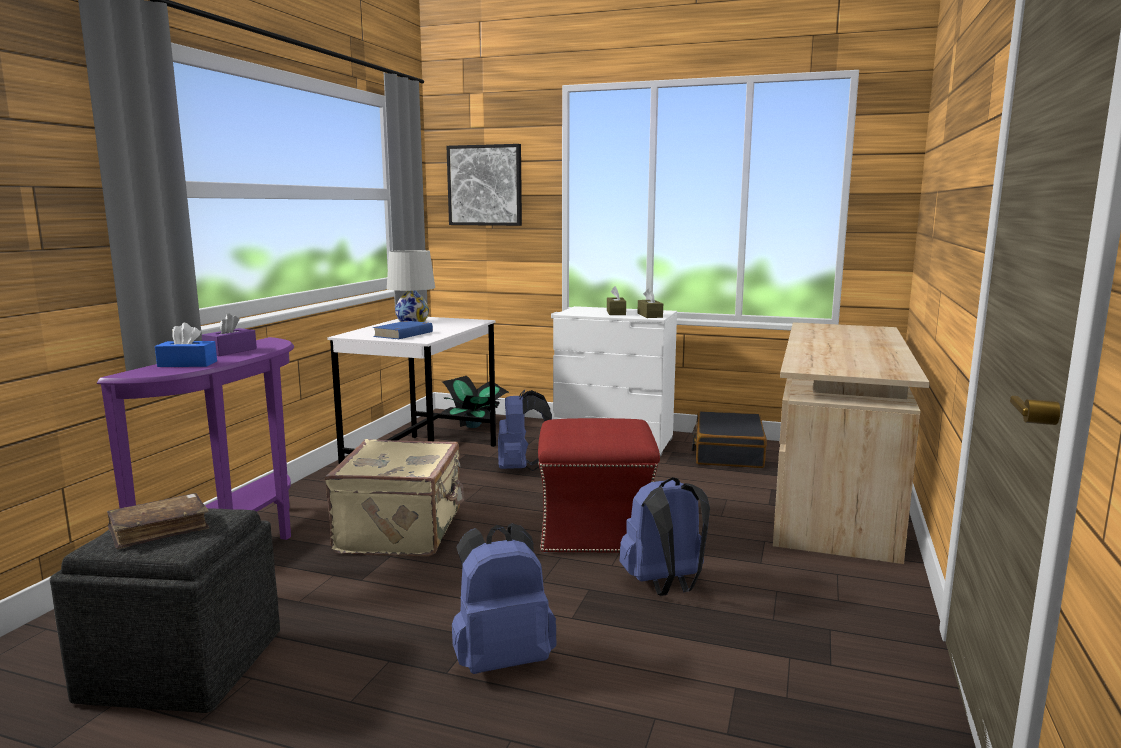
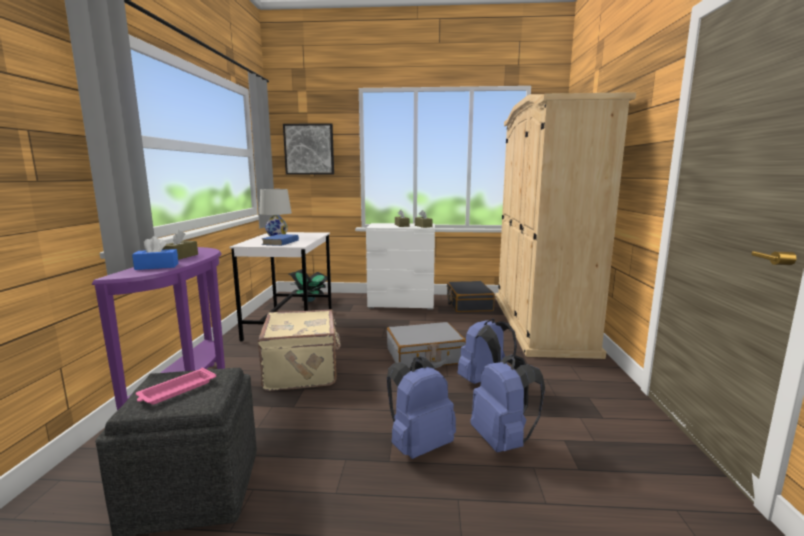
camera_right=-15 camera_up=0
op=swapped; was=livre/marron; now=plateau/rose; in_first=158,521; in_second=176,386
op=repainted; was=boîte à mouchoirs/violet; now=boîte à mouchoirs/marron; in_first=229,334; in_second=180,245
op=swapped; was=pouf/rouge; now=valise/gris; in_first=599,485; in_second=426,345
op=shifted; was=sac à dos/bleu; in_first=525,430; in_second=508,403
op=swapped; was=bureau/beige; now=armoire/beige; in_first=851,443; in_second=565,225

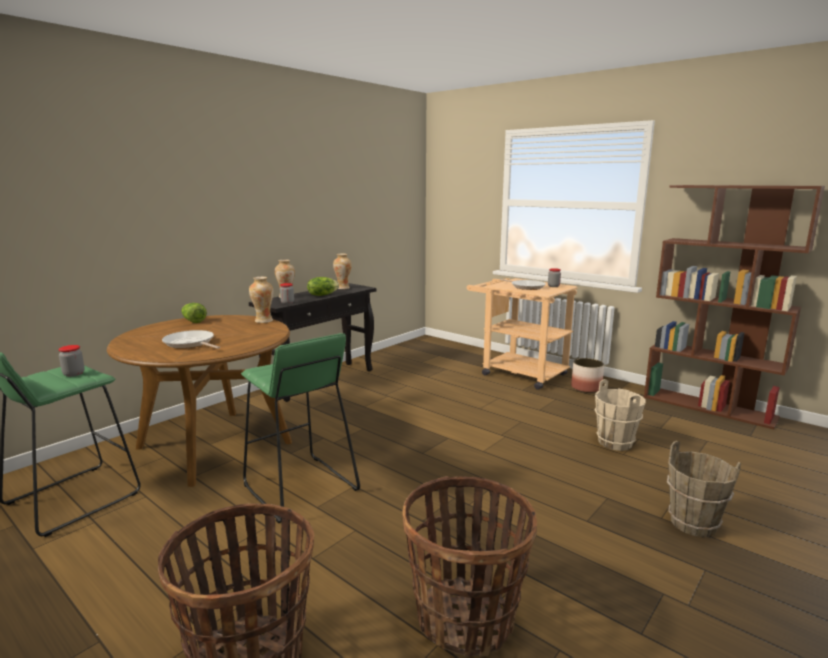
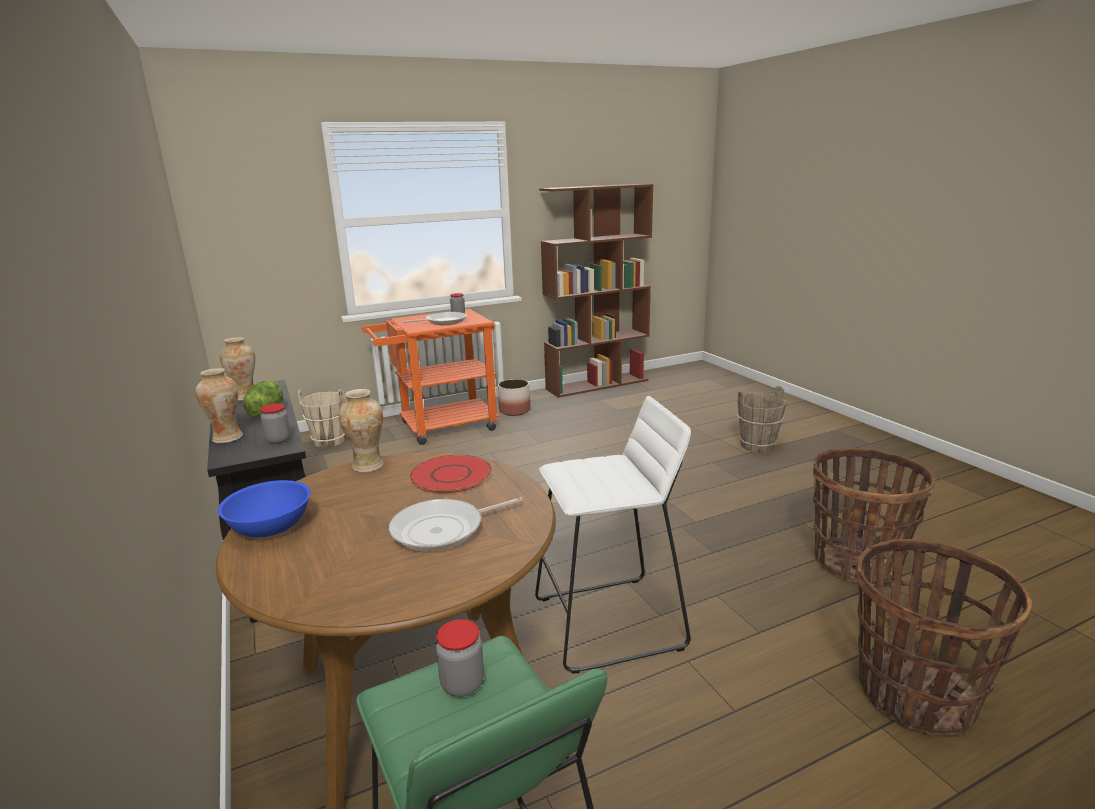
camera_right=-65 camera_up=5
op=swapped; was=laitue; now=bol/bleu; in_first=194,313; in_second=264,508
op=shifted; was=seau/beige; in_first=620,415; in_second=321,418
op=repainted; was=chariot/beige; now=chariot/orange; in_first=522,334; in_second=430,377
op=new; now=assiette/rouge; in_second=451,474
op=repainted; was=tabouret/vert; now=tabouret/blanc; in_first=300,428; in_second=613,535

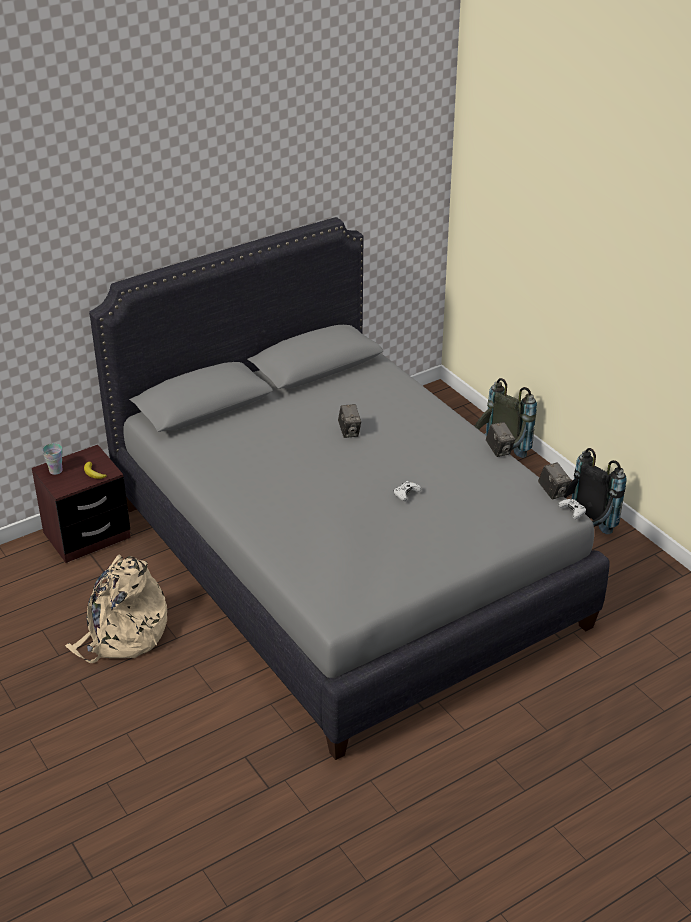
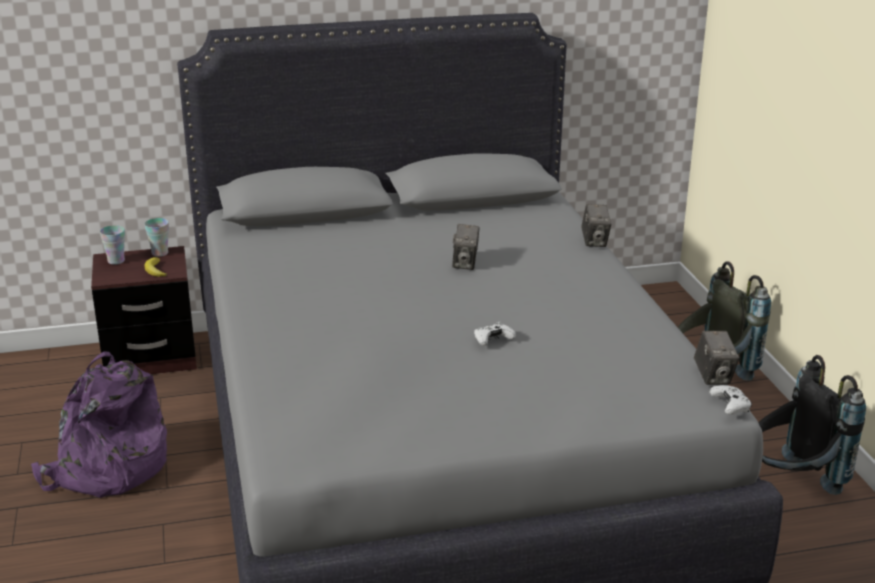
camera_right=20 camera_up=-10
op=repainted; was=sac à dos/beige; now=sac à dos/violet; in_first=116,608; in_second=99,424
op=new; now=tasse; in_second=156,237
op=shifted; was=appareil photo; in_first=500,439; in_second=596,225

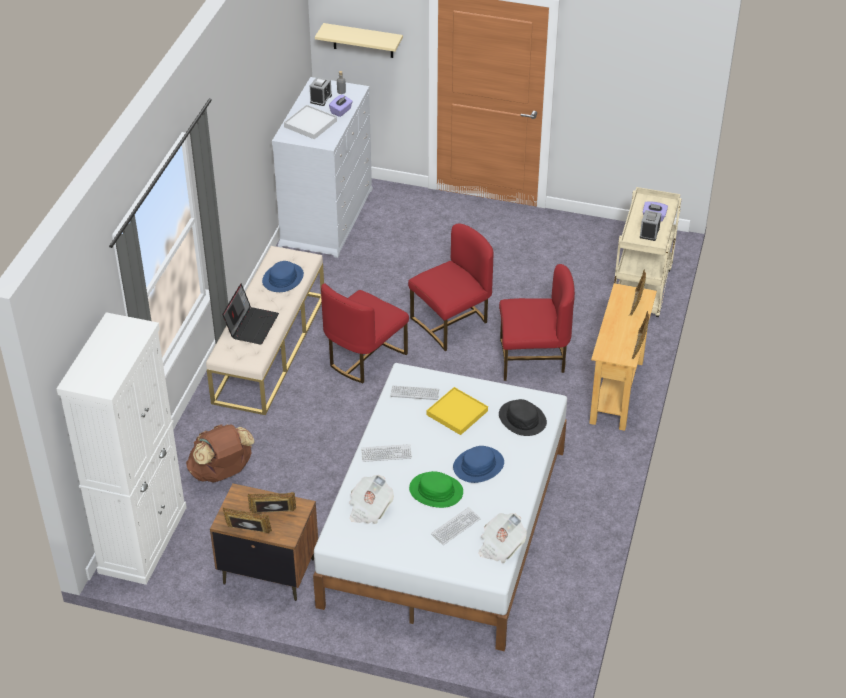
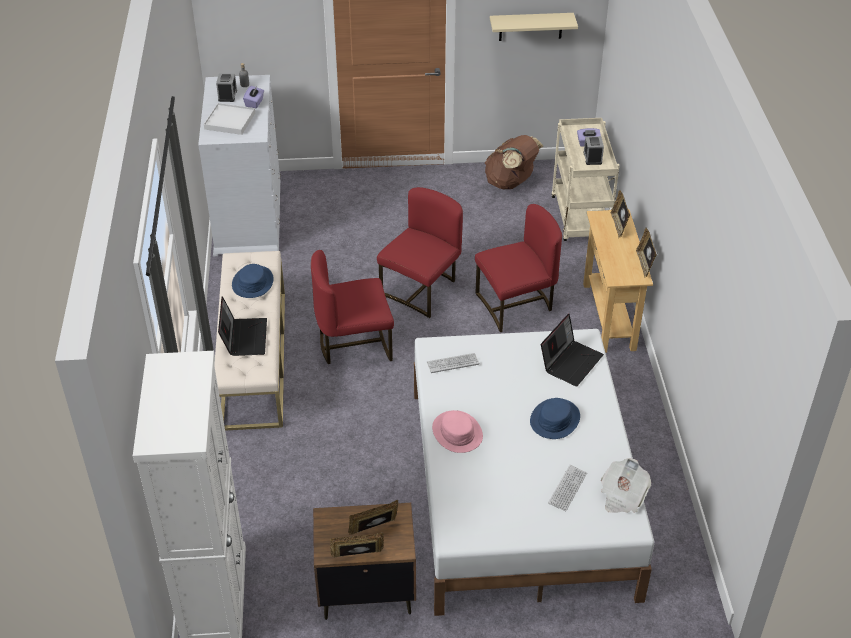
camera_right=-20 camera_up=0
op=rotated; was=chaise/rouge; in_first=365,333; in_second=352,307; clockwise=60
op=swapped; was=clavier; now=chapeau/rose; in_first=386,453; in_second=457,431
op=shifted; was=sac à dos/marron; in_first=220,453; in_second=514,162
op=shifted; was=étagère/beige; in_first=359,40; in_second=534,27
op=swapped; was=chapeau/noir; now=ordinateur portable; in_first=523,417; in_second=572,350
op=gone; was=journal; in_first=371,499
op=gone; was=chapeau/vert; in_first=436,489
op=gone; was=plateau/jaune; in_first=457,411

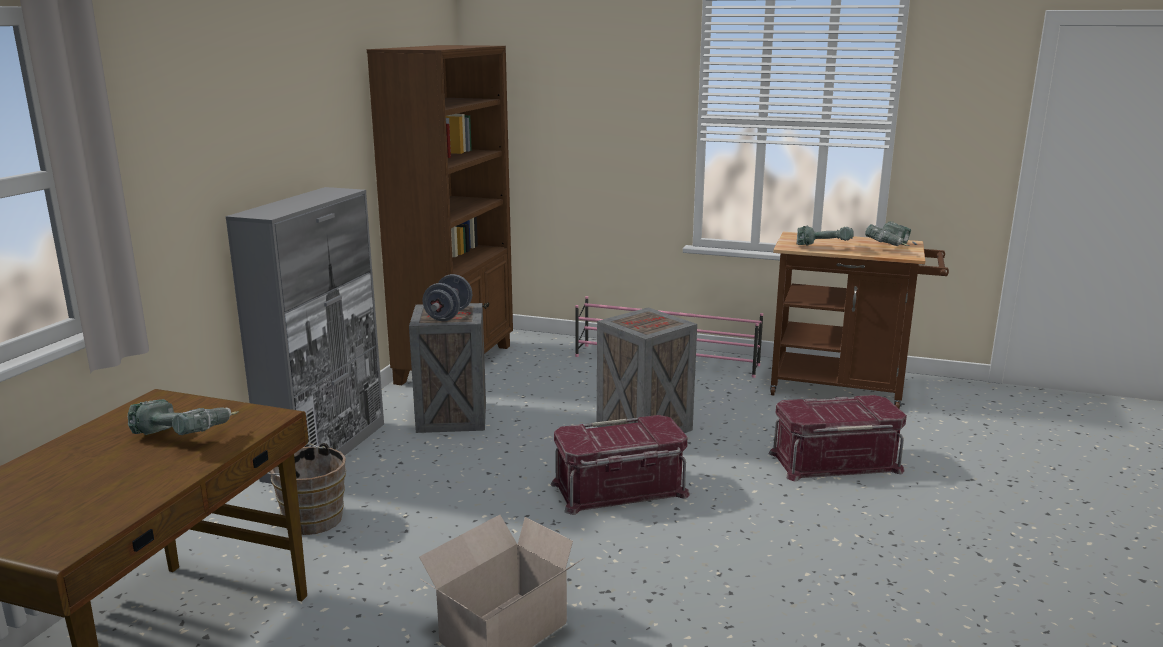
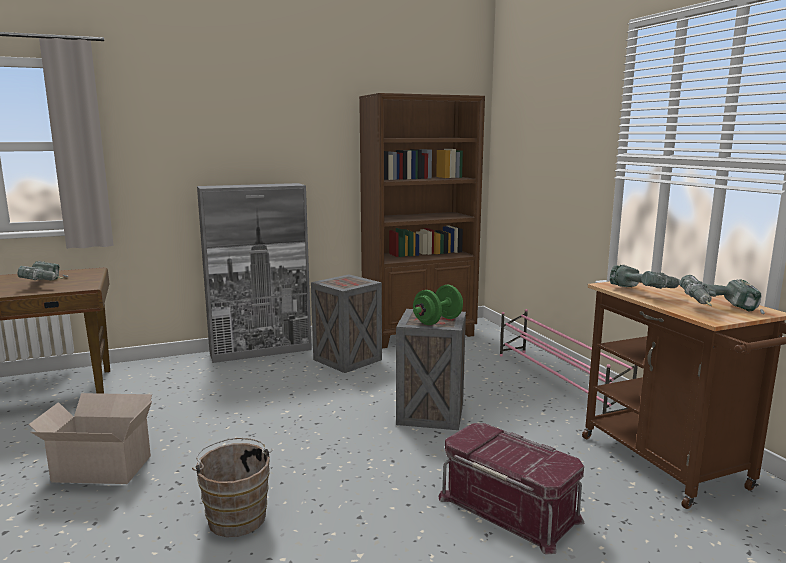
camera_right=50 camera_up=-5
op=shifted; was=seau/marron; in_first=306,489; in_second=232,487
op=new; now=haltère/vert; in_second=438,305
op=gone; was=haltère/gris; in_first=447,297
op=gone; was=boîte de rangement/rouge; in_first=620,465

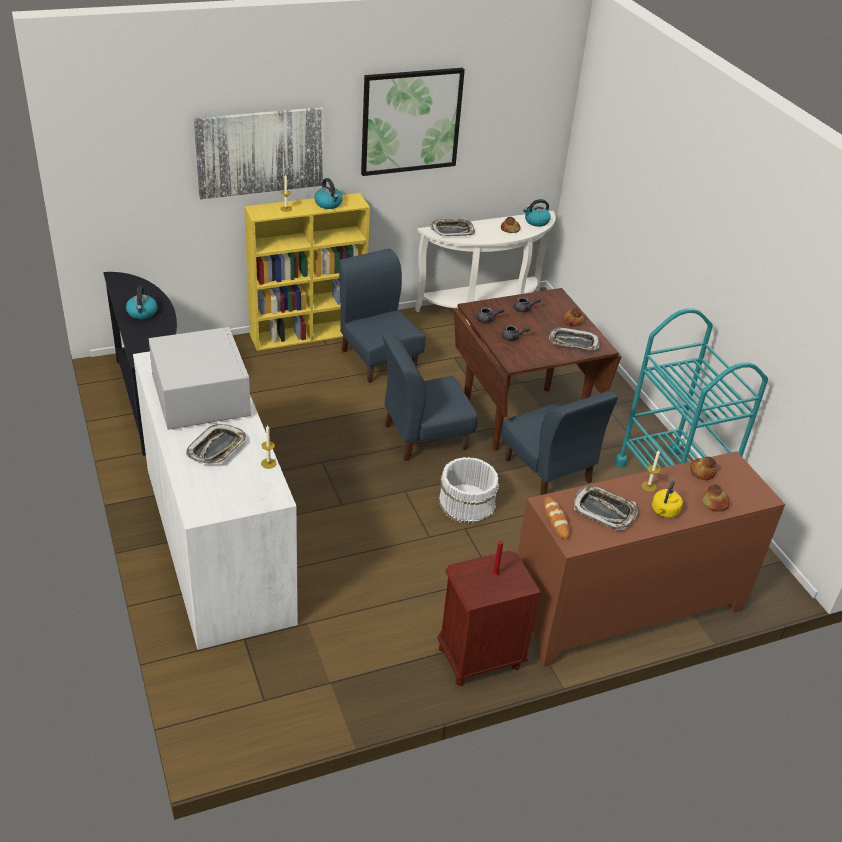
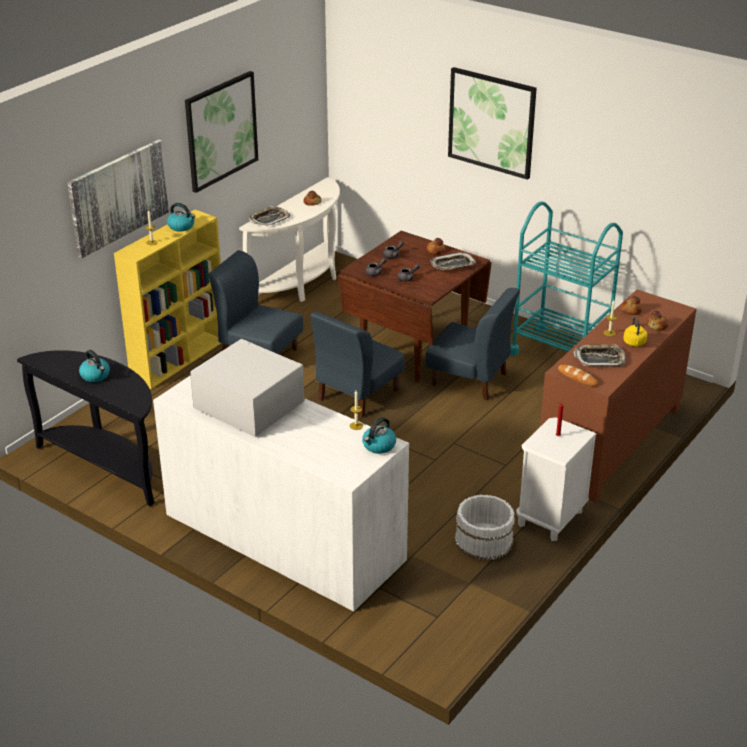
camera_right=-30 camera_up=-5
op=shifted; was=bouilloire; in_first=537,213; in_second=379,435
op=new; now=tableau; in_second=492,123
op=shifted; was=seau/blanc; in_first=468,490; in_second=485,527
op=repainted; was=table de chevet/marron; now=table de chevet/blanc; in_first=489,618; in_second=556,479
op=gone; was=plateau; in_first=216,444

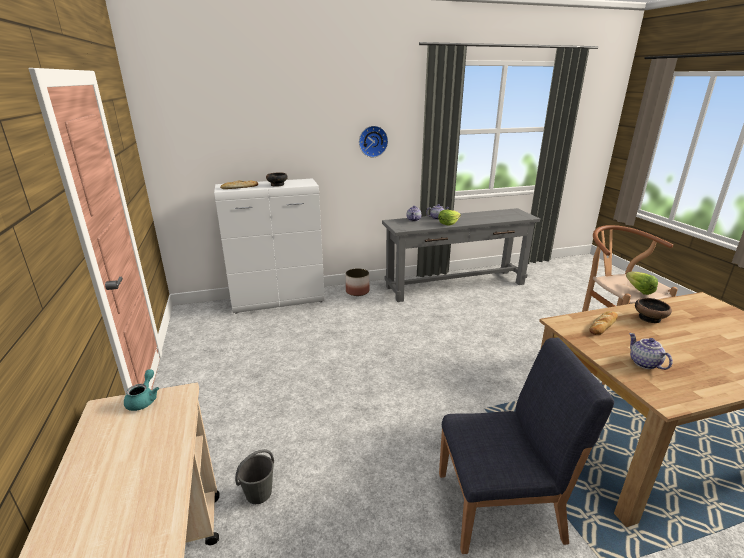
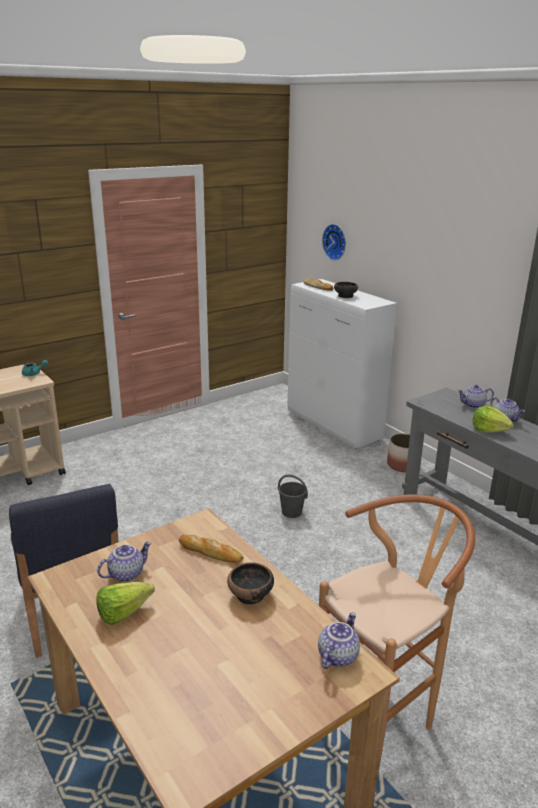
camera_right=70 camera_up=0
op=shifted; was=laitue; in_first=642,283; in_second=125,603
op=shifted; was=seau/gris; in_first=254,476; in_second=293,496
op=new; now=théière; in_second=339,640
op=shifted; was=horloge murale; in_first=373,141; in_second=334,242

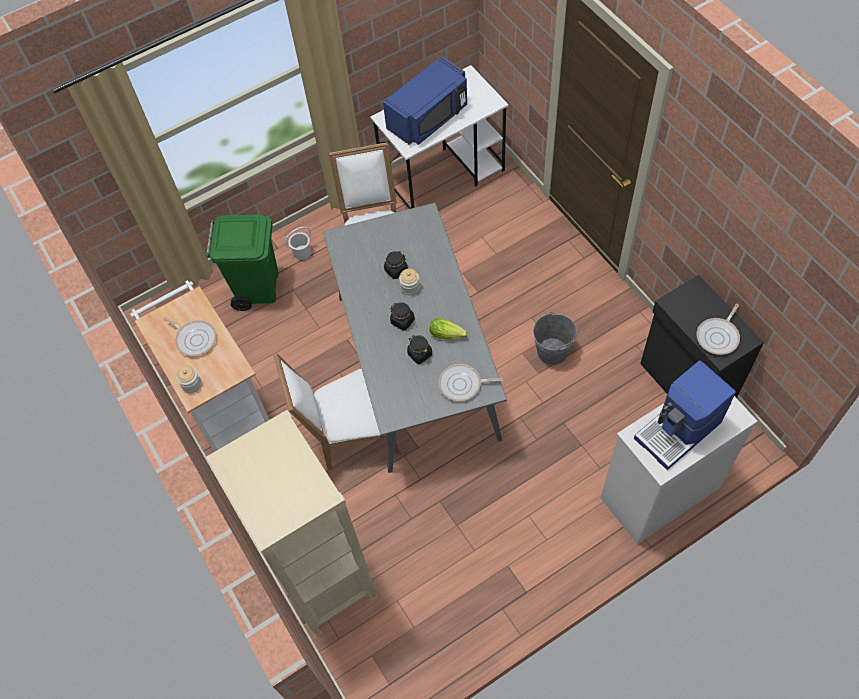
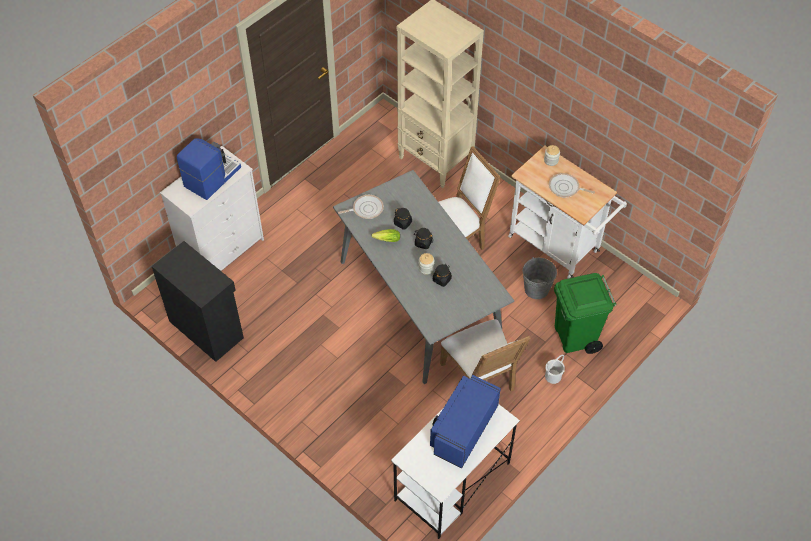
camera_right=160 camera_up=-5
op=shifted; was=seau/gris; in_first=555,338; in_second=540,278
op=gone; was=poêle; in_first=718,329

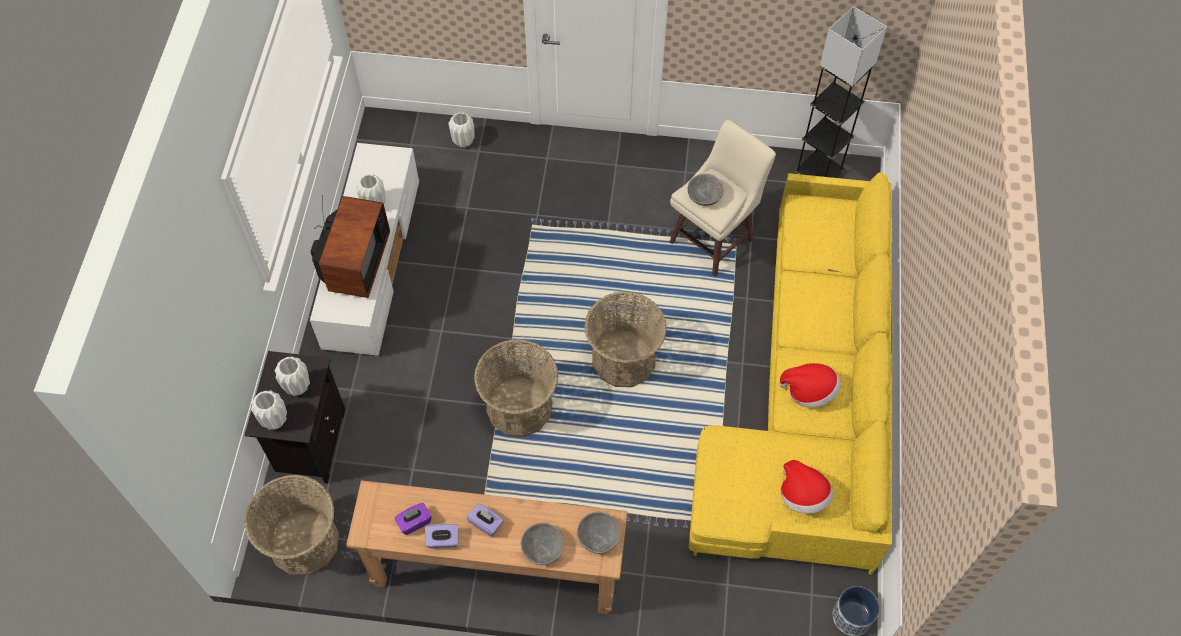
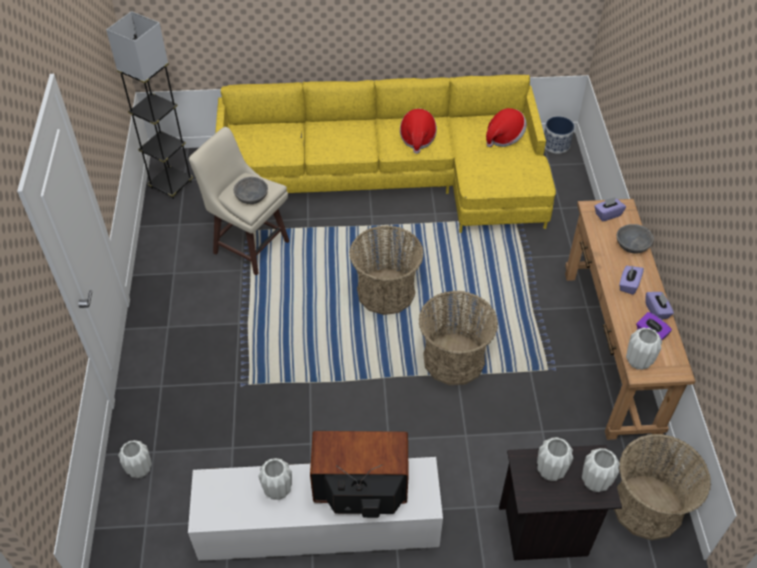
camera_right=-100 camera_up=-10
op=swapped; was=bol/gris; now=boîte à mouchoirs/violet; in_first=598,533; in_second=610,209
op=new; now=vase/blanc; in_second=644,349

